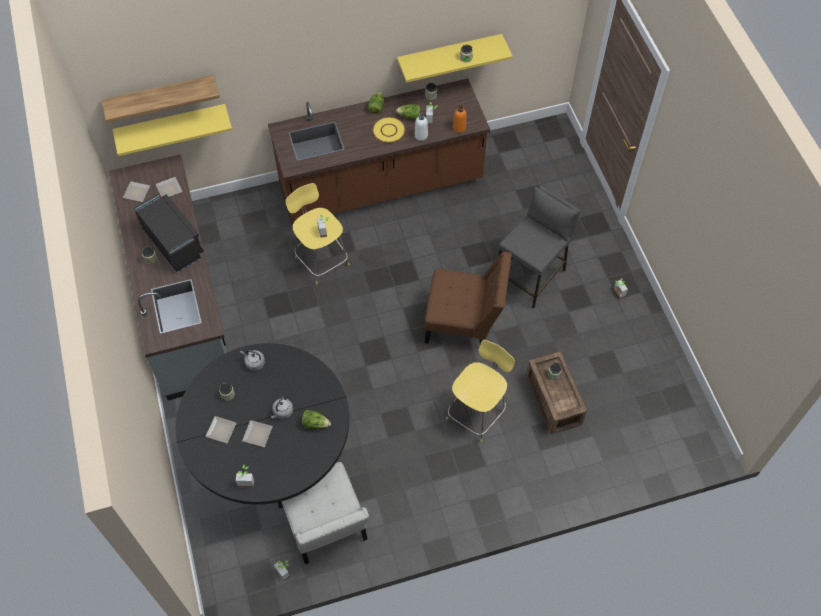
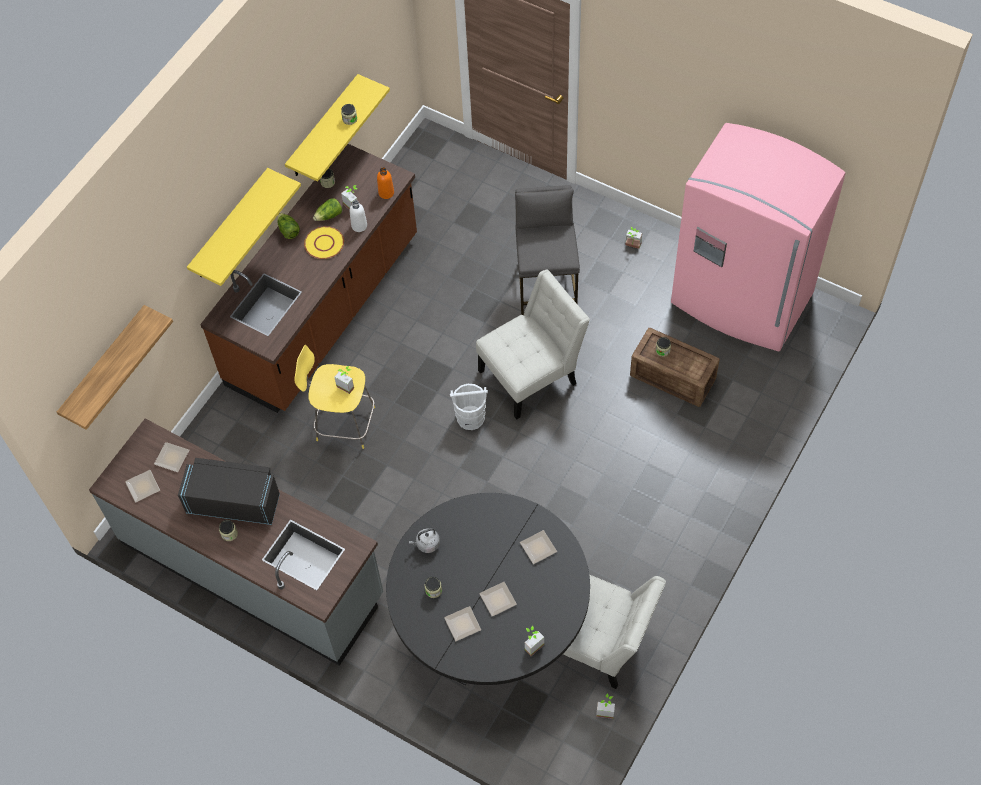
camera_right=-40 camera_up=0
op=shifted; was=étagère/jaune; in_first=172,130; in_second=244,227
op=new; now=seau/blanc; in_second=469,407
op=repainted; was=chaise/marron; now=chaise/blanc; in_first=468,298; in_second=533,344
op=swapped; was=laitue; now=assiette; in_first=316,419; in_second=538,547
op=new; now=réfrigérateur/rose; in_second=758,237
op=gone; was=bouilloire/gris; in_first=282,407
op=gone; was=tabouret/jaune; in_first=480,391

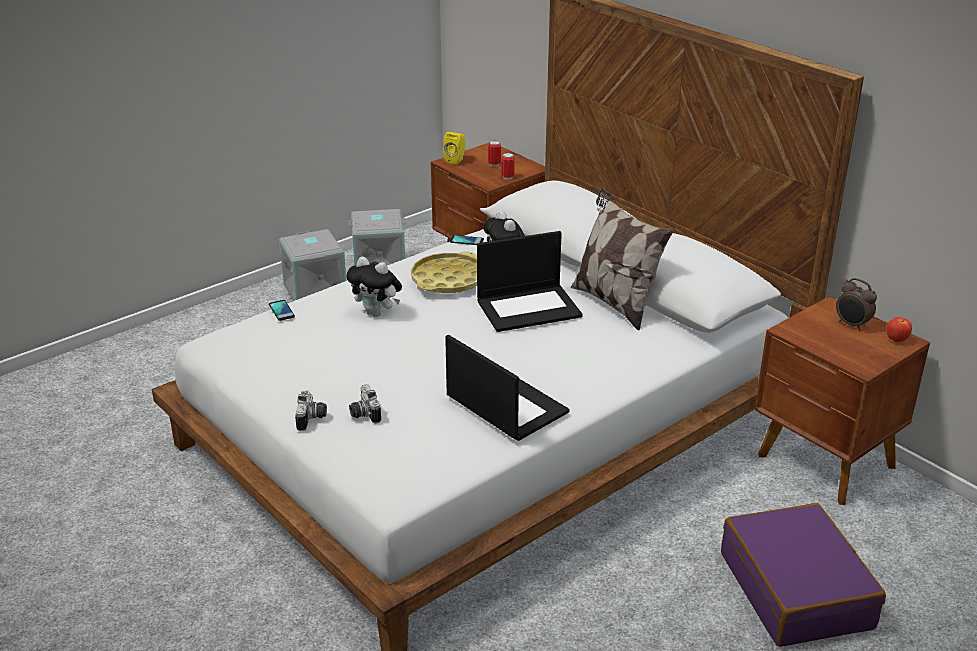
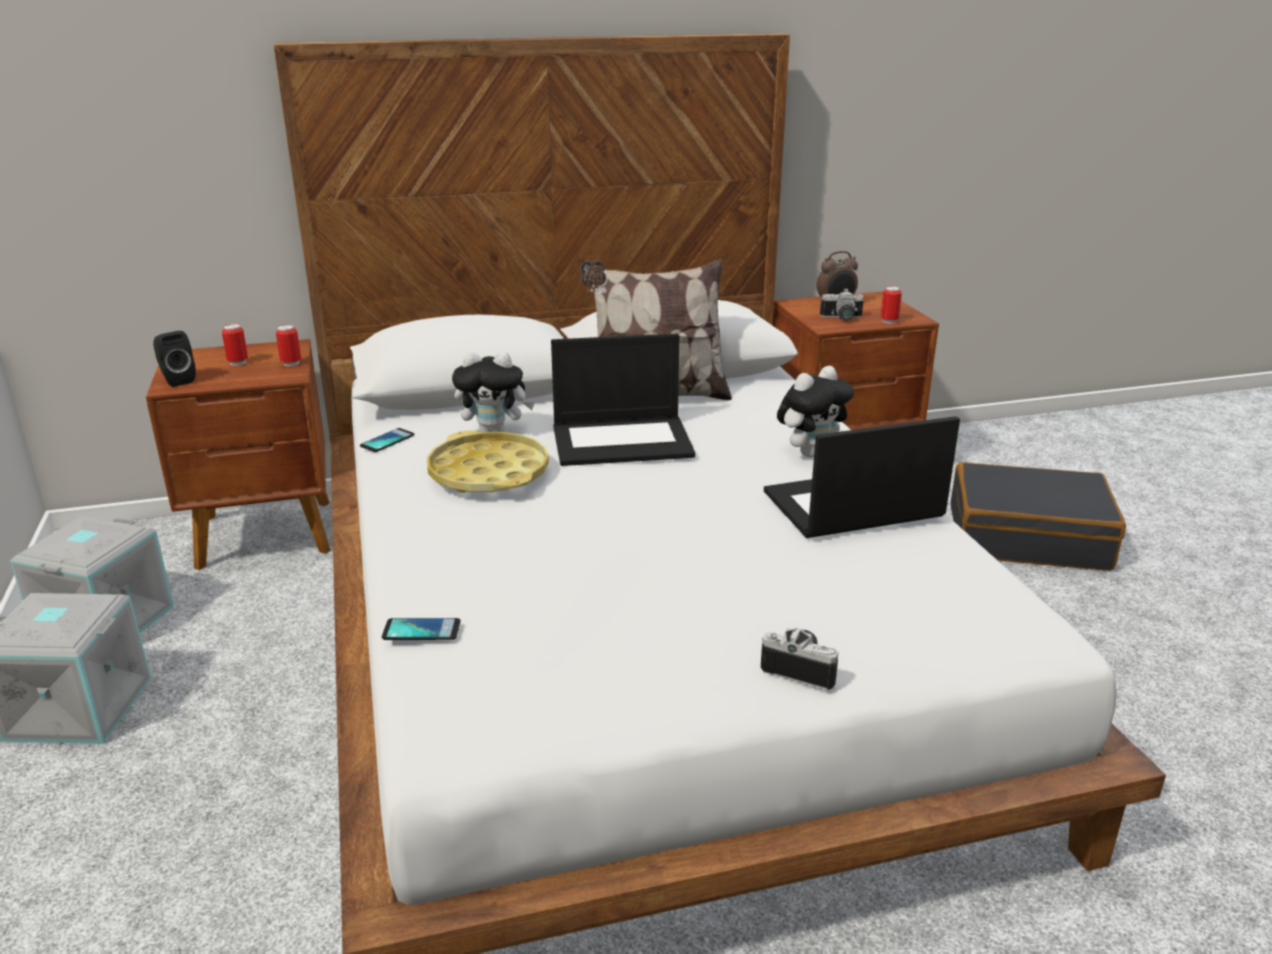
camera_right=-65 camera_up=-5
op=repainted; was=enceinte/jaune; now=enceinte/noir; in_first=454,148; in_second=174,359
op=rotated; was=ordinateur portable; in_first=530,281; in_second=623,399; clockwise=75
op=shifted; was=peluche; in_first=374,287; in_second=815,411
op=shifted; was=appareil photo; in_first=365,404; in_second=842,304
op=new; now=boîte métallique; in_second=891,305
op=repainted; was=valise/violet; now=valise/noir; in_first=803,575; in_second=1038,516
op=gone; was=pomme; in_first=899,329

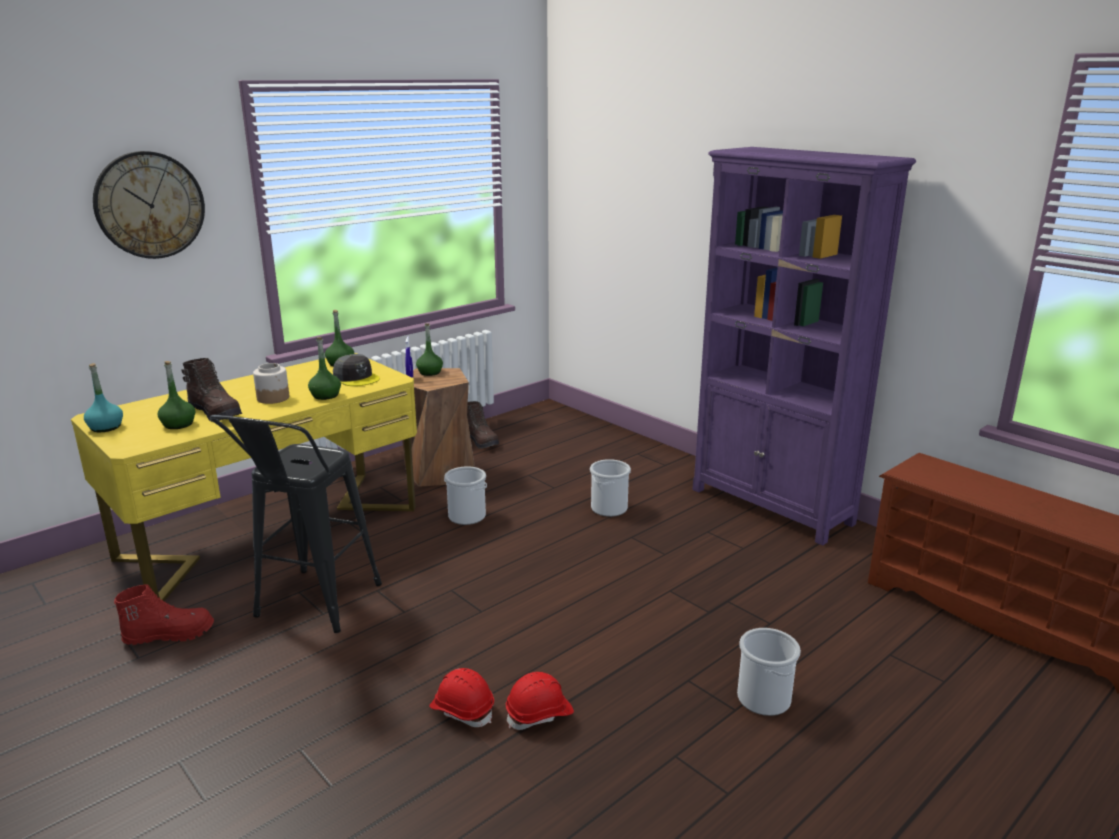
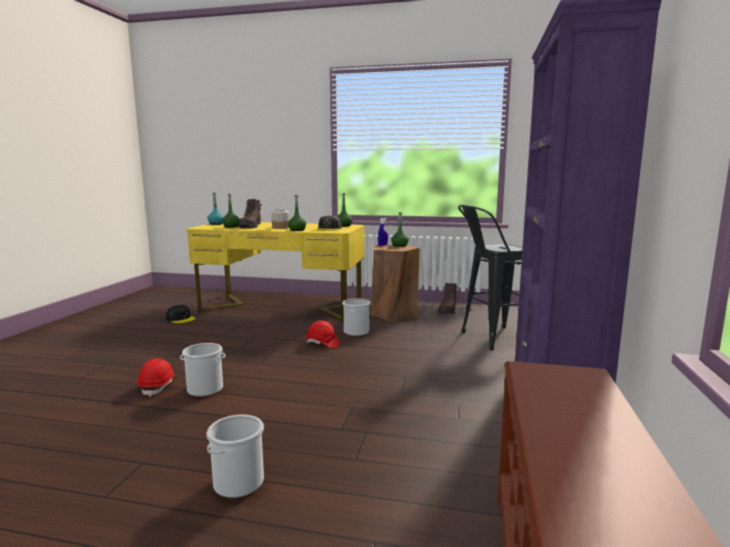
camera_right=55 camera_up=-10
op=swapped; was=botte/rouge; now=casquette/noir; in_first=164,614; in_second=180,314
op=shifted; was=seau; in_first=610,488; in_second=202,370
op=shifted; was=casque de chantier/rouge; in_first=540,701; in_second=323,334
op=shifted; was=tabouret/noir; in_first=296,524; in_second=490,277
op=gone; was=horloge murale; in_first=149,205

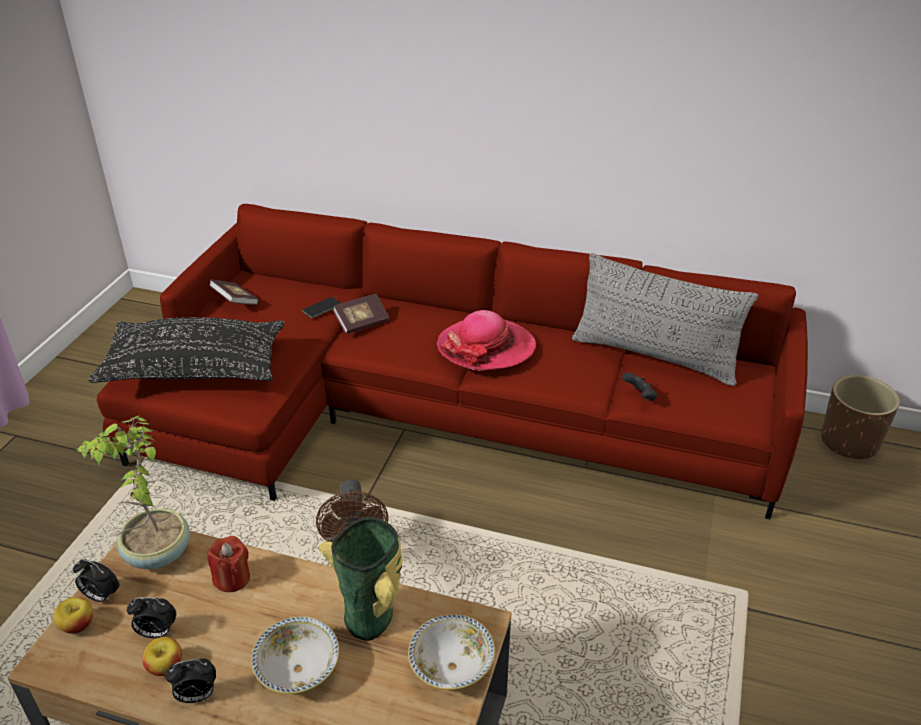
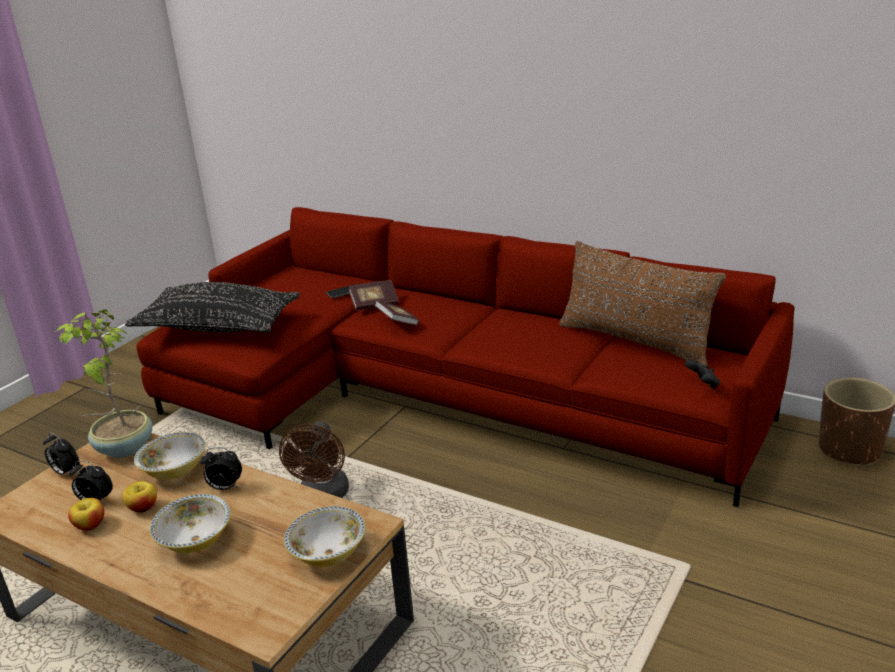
camera_right=15 camera_up=-10
op=shifted; was=pomme; in_first=73,615; in_second=139,497
op=swapped; was=bougie/rouge; now=bol; in_first=229,564; in_second=170,456
op=shifted; was=réveil; in_first=191,680; in_second=221,468
op=shifted; was=livre; in_first=234,292; in_second=396,312
op=repainted; was=coussin/gris; now=coussin/marron; in_first=665,319; in_second=643,304
op=shifted; was=manette/noir; in_first=639,387; in_second=702,374
op=gone; was=vase; in_first=360,579
op=gone; was=chapeau; in_first=486,340

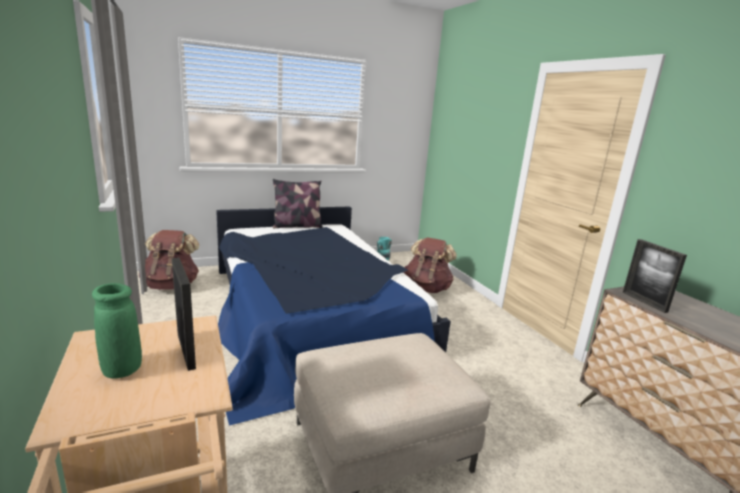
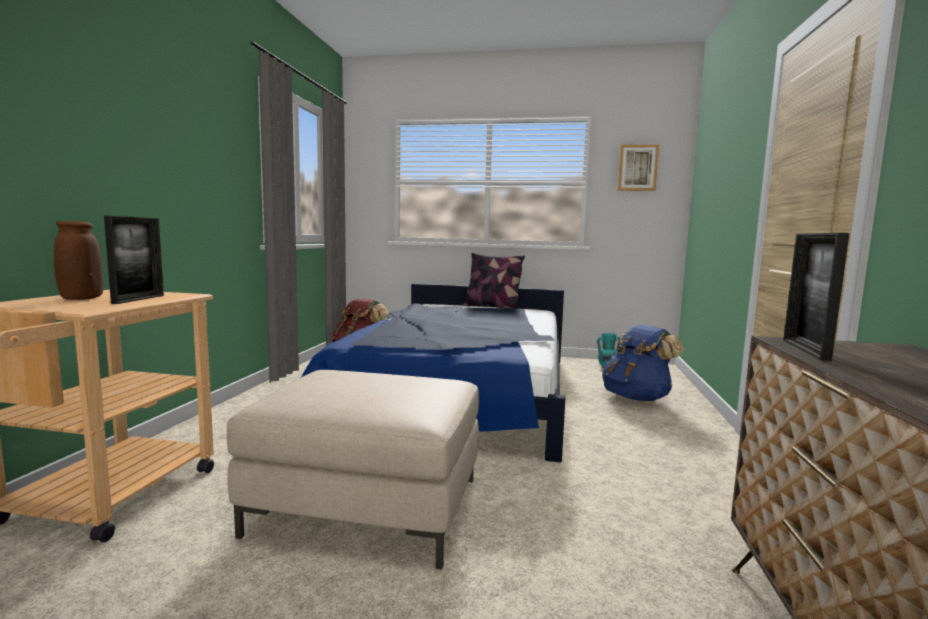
camera_right=35 camera_up=-10
op=repainted; was=vase/vert; now=vase/marron; in_first=117,331; in_second=78,260
op=repainted; was=sac à dos/marron; now=sac à dos/bleu; in_first=430,265; in_second=643,363
op=new; now=tableau; in_second=638,168

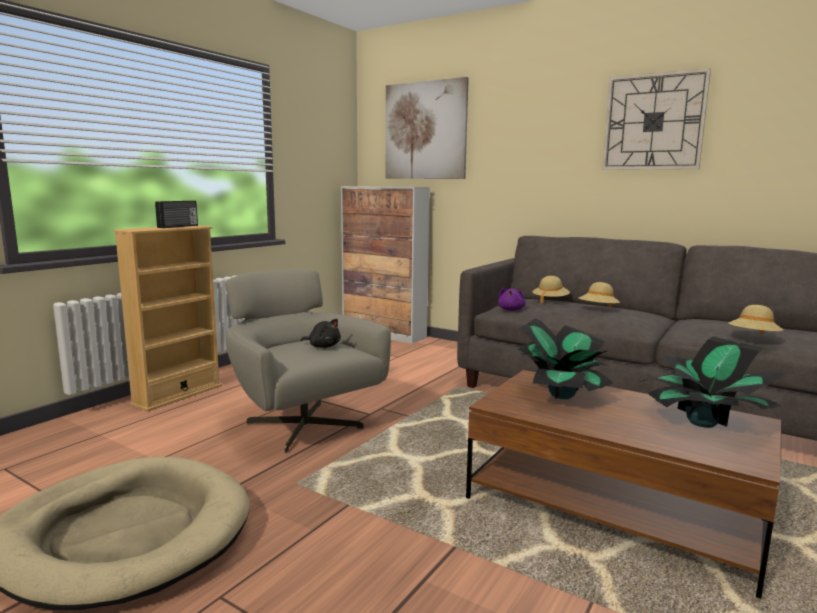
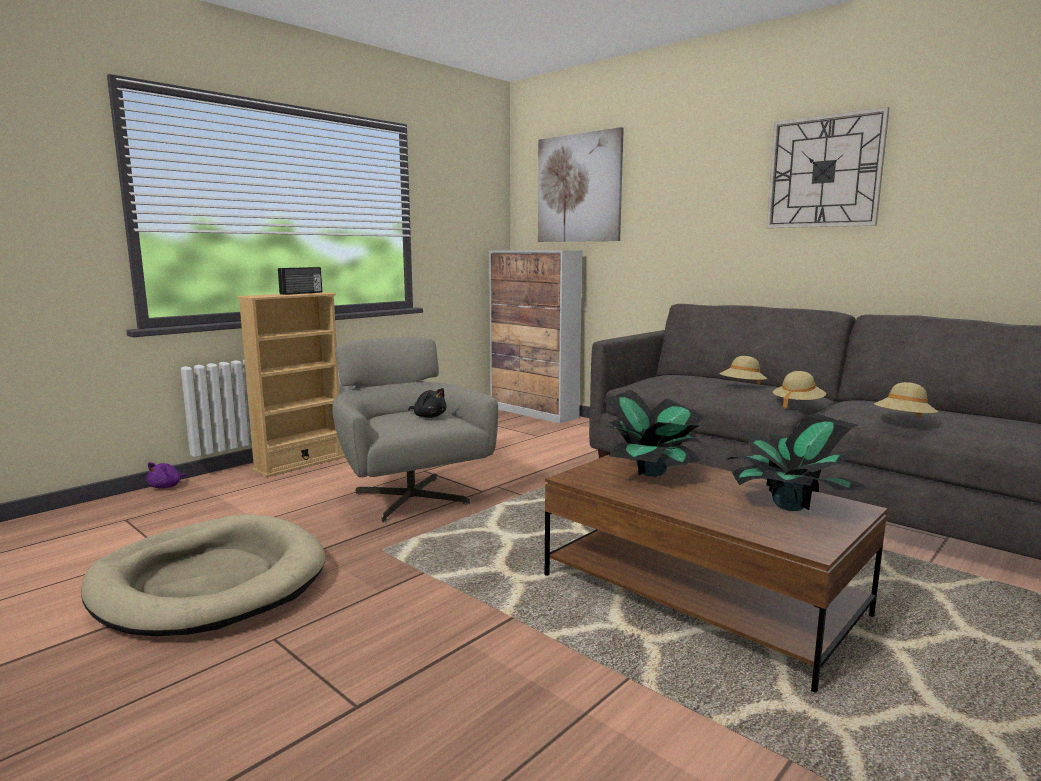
camera_right=10 camera_up=0
op=shifted; was=peluche/violet; in_first=512,299; in_second=167,475
op=shifted; was=chapeau/beige; in_first=551,290; in_second=799,390

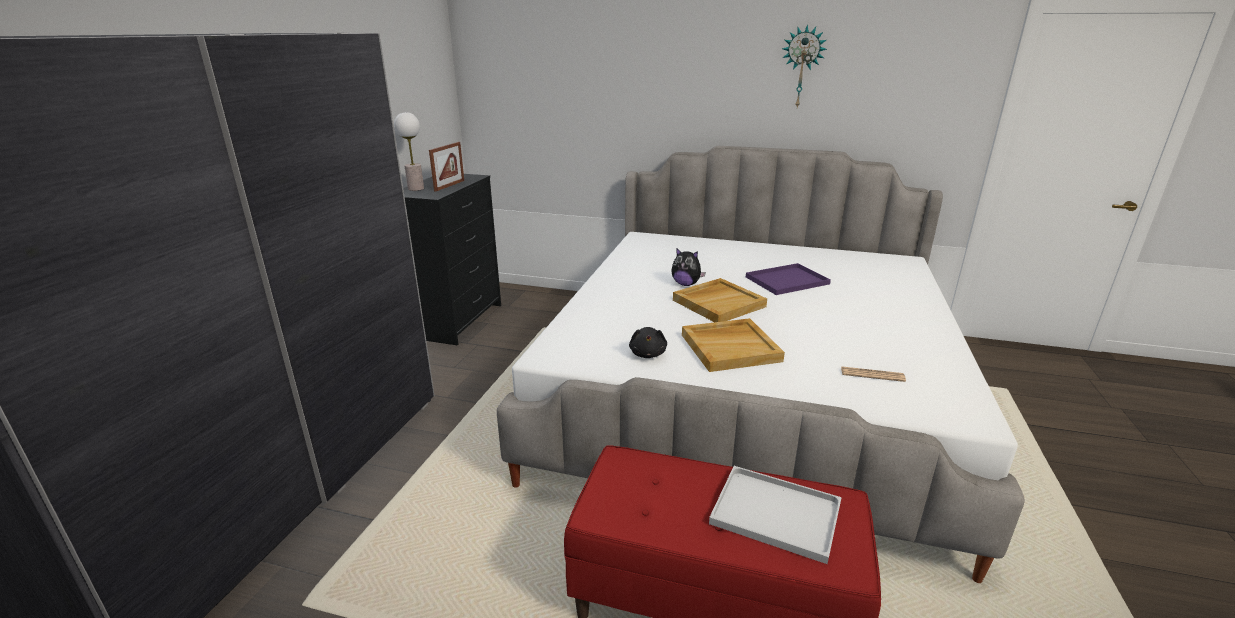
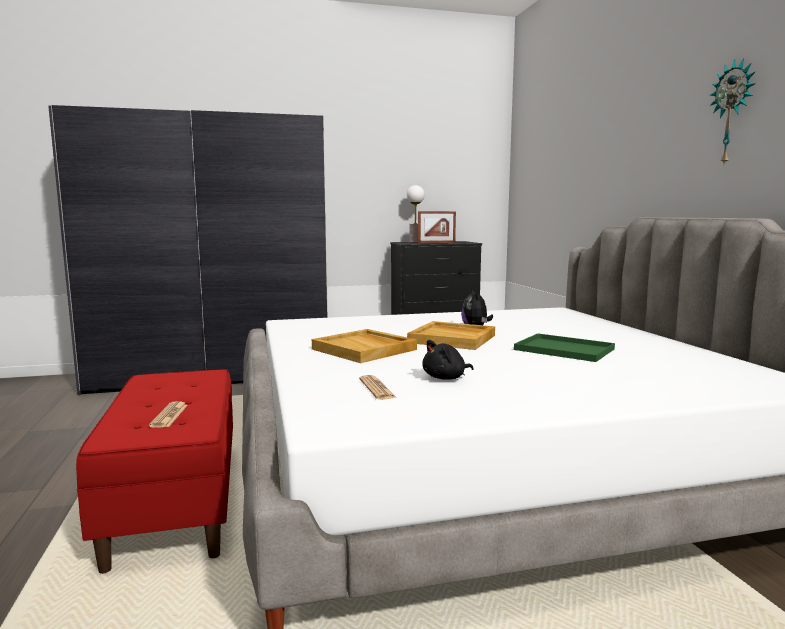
camera_right=60 camera_up=-15
op=swapped; was=plateau/blanc; now=journal; in_first=775,515; in_second=168,414
op=shifted; was=peluche/noir; in_first=648,342; in_second=448,360
op=repainted; was=plateau/violet; now=plateau/vert; in_first=788,279; in_second=564,347

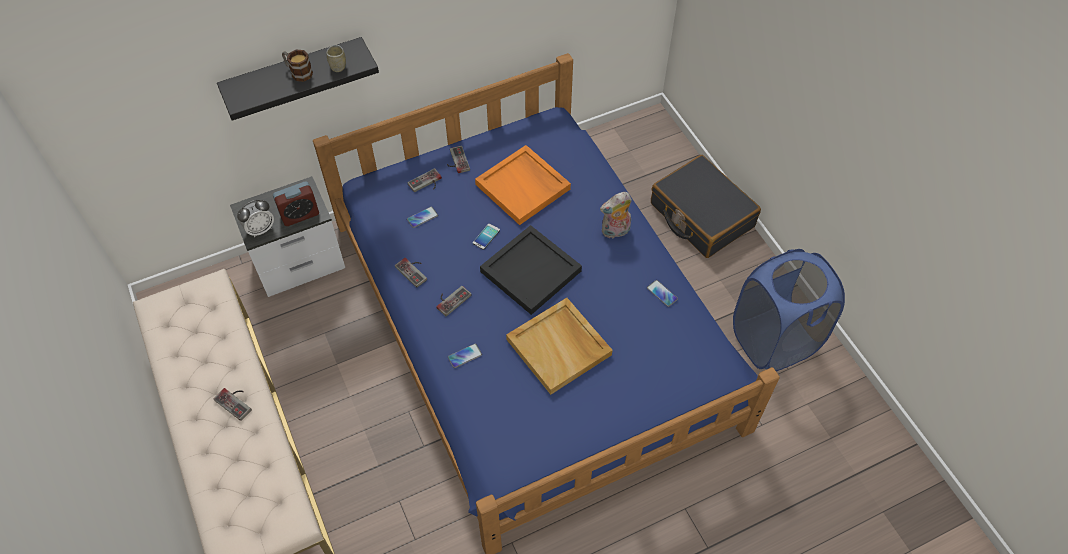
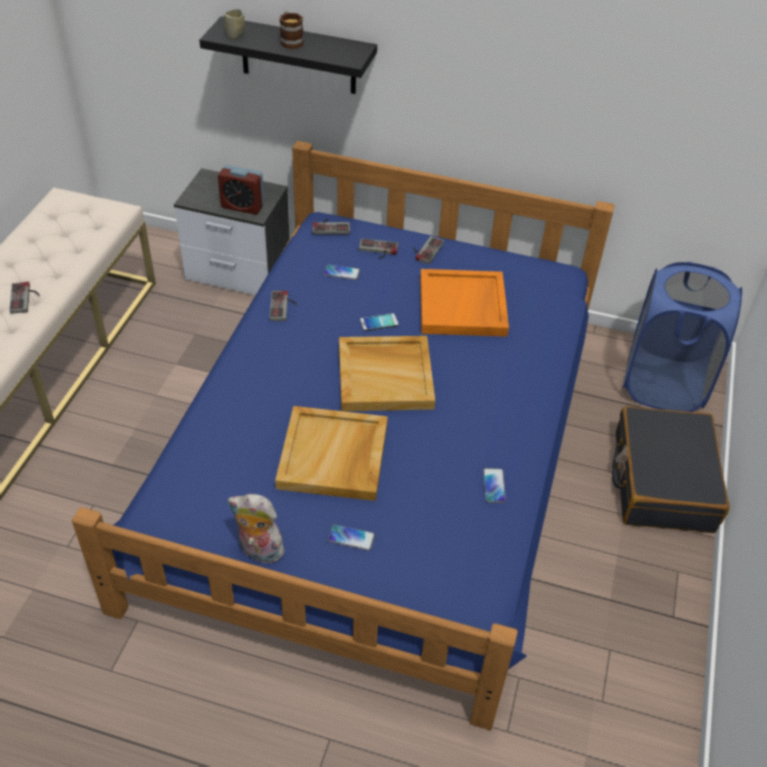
camera_right=40 camera_up=-10
op=shifted; was=tasse; in_first=336,58; in_second=234,24
op=shifted; was=peluche; in_first=616,215; in_second=256,528
op=shifted; was=manette; in_first=454,301; in_second=331,227
op=shifted; was=téléphone; in_first=465,356; in_second=351,537
op=repainted; was=plateau/noir; now=plateau/beige; in_first=531,270; in_second=387,373
op=shifted; was=panier à linge/bleu; in_first=789,310; in_second=682,337
op=gone; was=réveil; in_first=255,218

